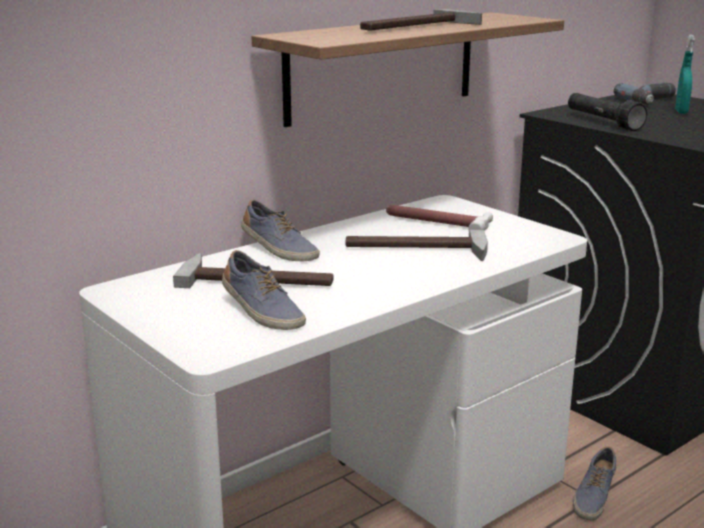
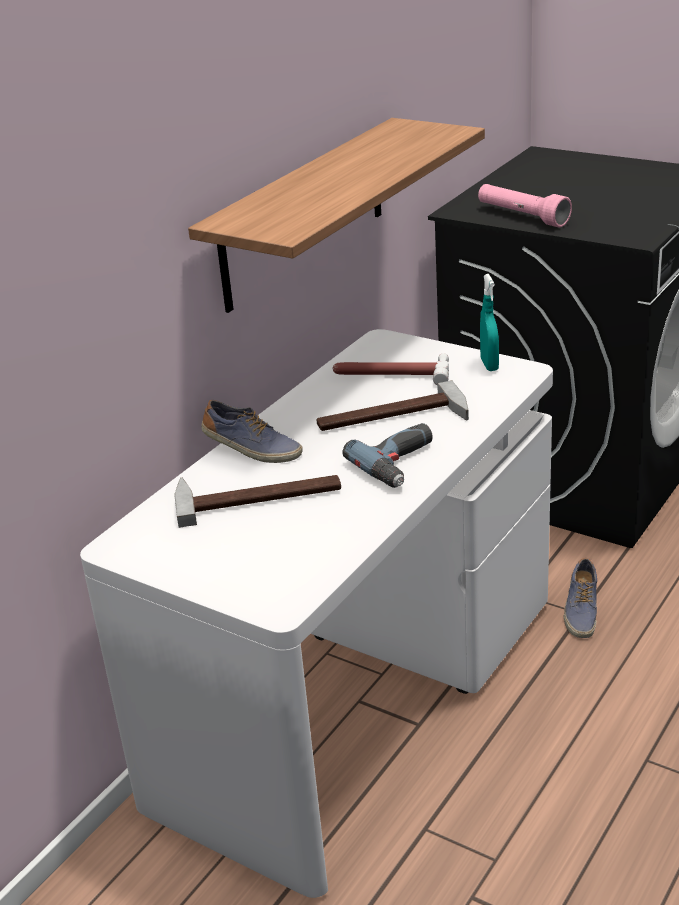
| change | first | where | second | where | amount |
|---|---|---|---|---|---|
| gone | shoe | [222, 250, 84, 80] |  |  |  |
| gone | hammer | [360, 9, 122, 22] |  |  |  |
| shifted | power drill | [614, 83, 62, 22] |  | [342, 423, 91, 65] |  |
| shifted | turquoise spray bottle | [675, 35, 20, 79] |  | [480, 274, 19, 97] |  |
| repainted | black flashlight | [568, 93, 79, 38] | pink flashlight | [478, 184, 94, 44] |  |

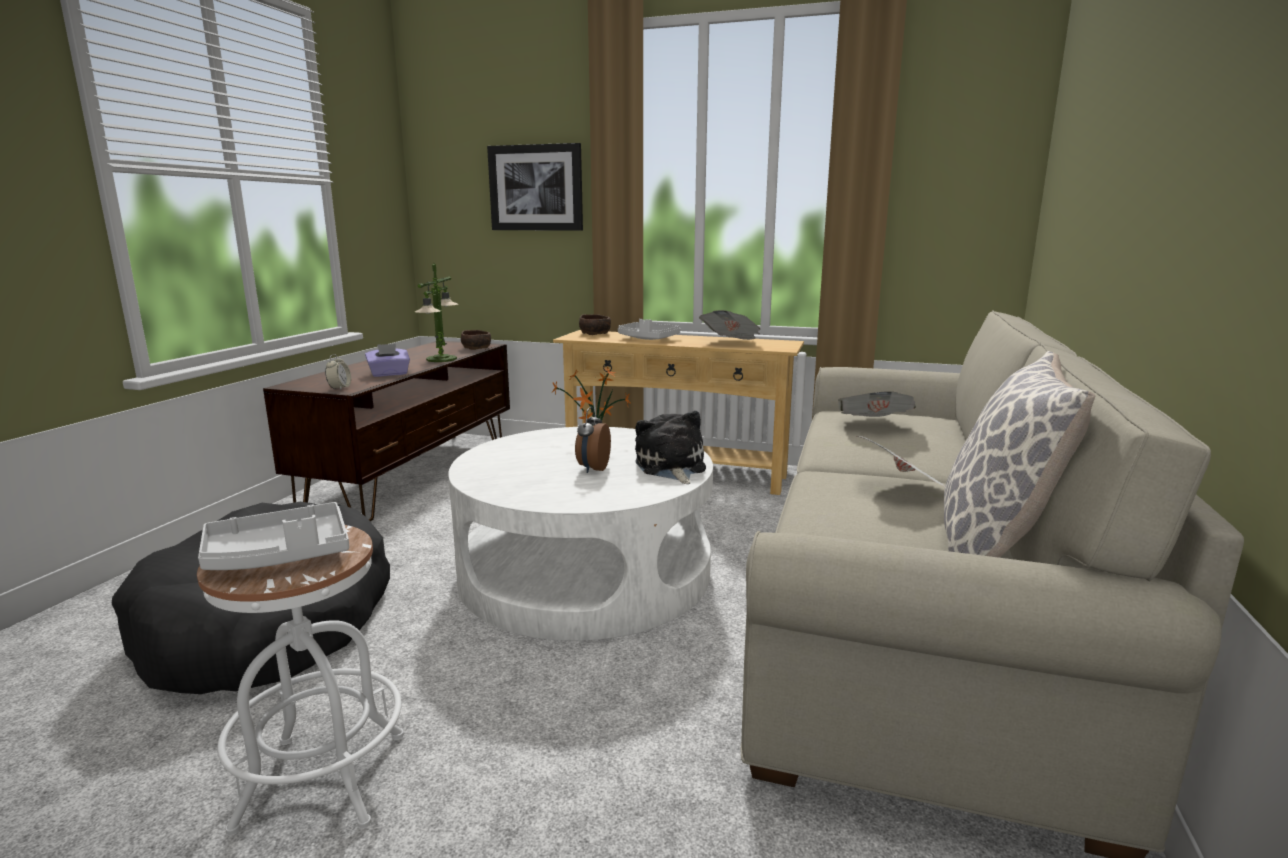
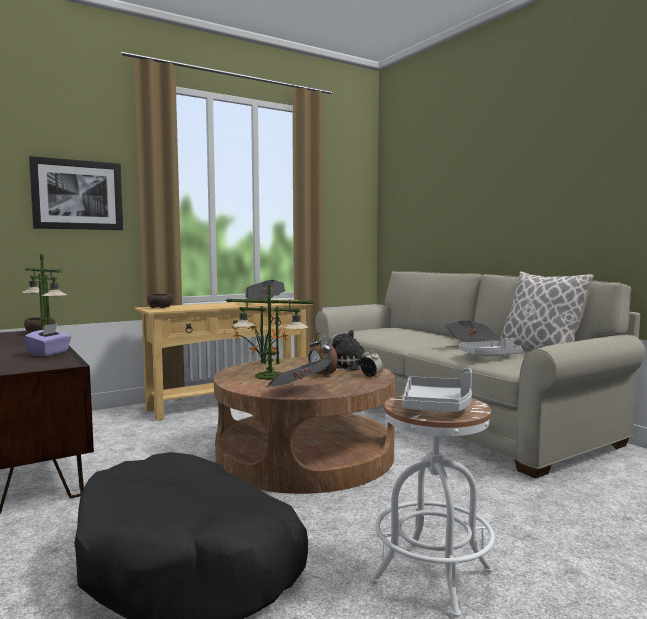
| change | first | where | second | where | amount |
|---|---|---|---|---|---|
| new |  |  | table lamp | [226, 283, 89, 97] |  |
| shifted | alarm clock | [325, 354, 26, 36] |  | [360, 349, 23, 28] |  |
| shifted | grey tray | [618, 319, 62, 21] |  | [459, 338, 63, 19] |  |
| shifted | newspaper | [838, 391, 78, 26] |  | [266, 358, 66, 29] |  |
| repainted | white coffee table | [448, 427, 265, 214] | brown coffee table | [214, 357, 181, 137] |  |

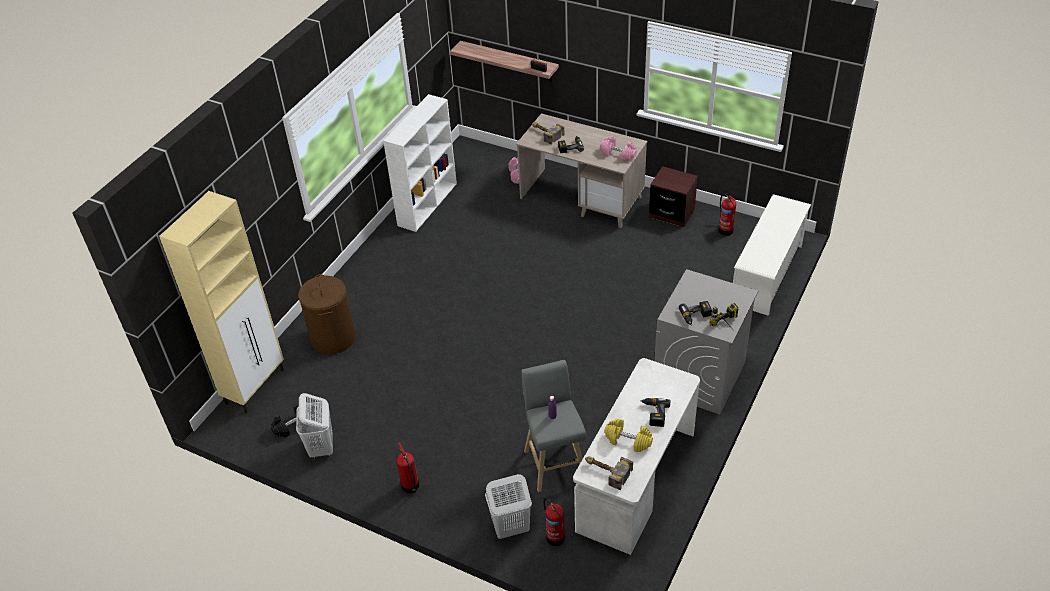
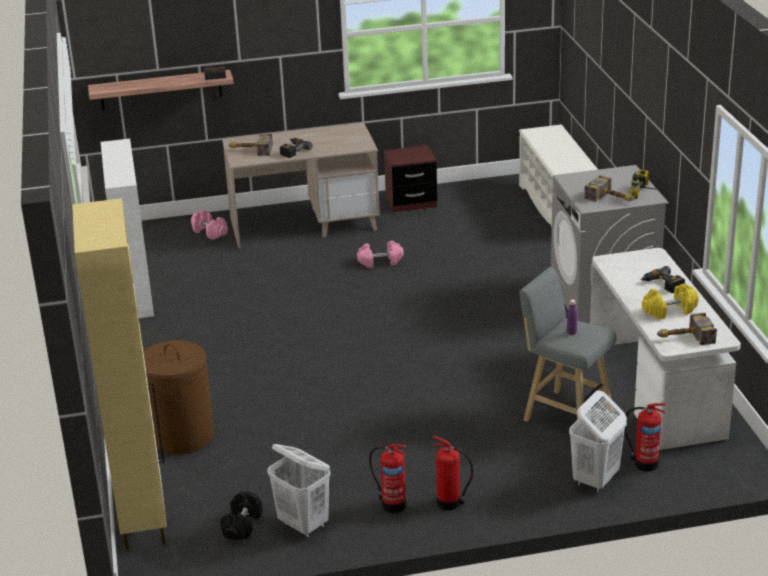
| change | first | where | second | where | amount |
|---|---|---|---|---|---|
| shifted | pink dumbbell | [600, 136, 37, 26] |  | [357, 241, 47, 27] |  |
| shifted | fire extinguisher | [719, 194, 17, 42] |  | [369, 444, 37, 69] |  |
| swapped | power drill | [679, 301, 33, 25] | hammer | [584, 175, 51, 27] |  |

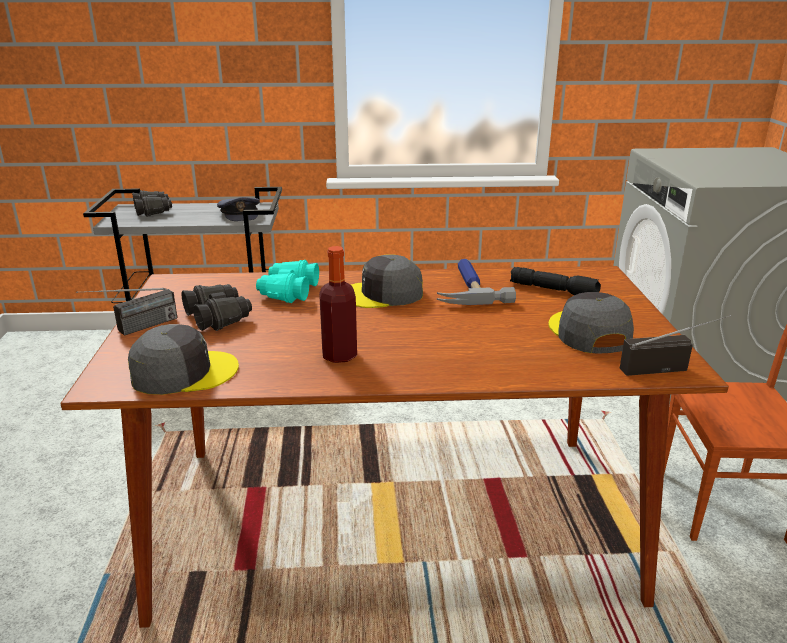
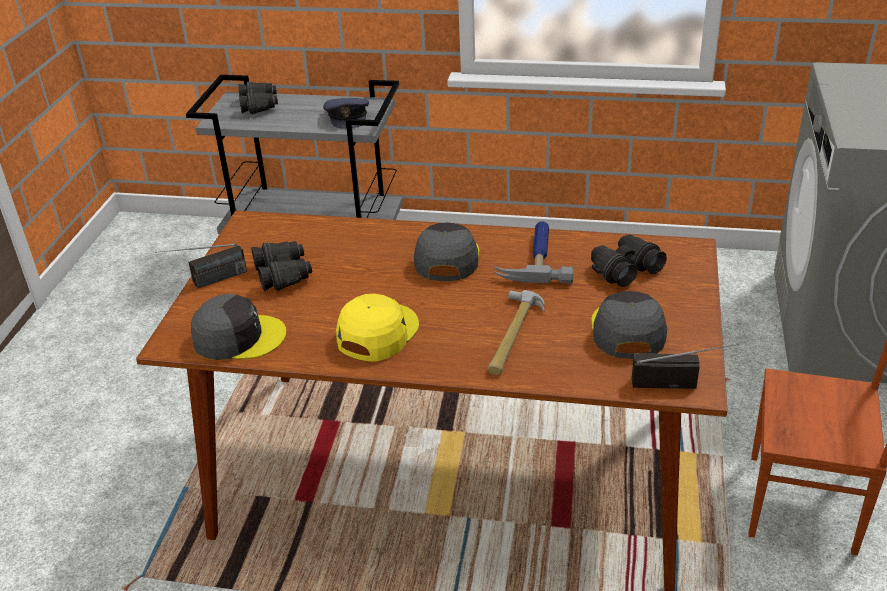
| change | first | where | second | where | amount |
|---|---|---|---|---|---|
| gone | turquoise binoculars | [256, 260, 63, 43] |  |  |  |
| new |  |  | hammer | [488, 290, 57, 85] |  |
| swapped | bottle | [319, 246, 38, 117] | yellow cap | [336, 294, 83, 68] |  |
| swapped | black flashlight | [510, 267, 91, 28] | black binoculars | [591, 234, 76, 53] |  |
| rotated | grey cap | [351, 254, 72, 54] |  | [414, 222, 65, 59] | 90 degrees clockwise |

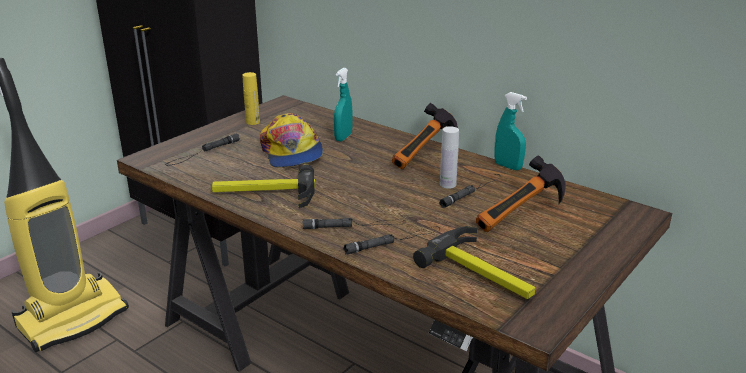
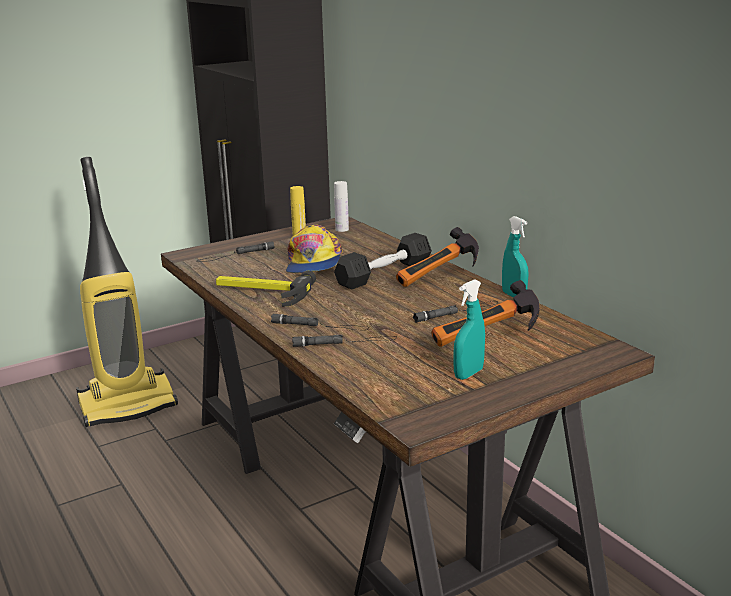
| change | first | where | second | where | amount |
|---|---|---|---|---|---|
| gone | hammer | [413, 226, 123, 73] |  |  |  |
| new |  |  | black dumbbell | [334, 233, 98, 56] |  |
| shifted | turquoise spray bottle | [334, 68, 19, 73] |  | [453, 279, 32, 101] |  |
| shifted | white bottle | [440, 126, 19, 63] |  | [334, 181, 15, 51] |  |

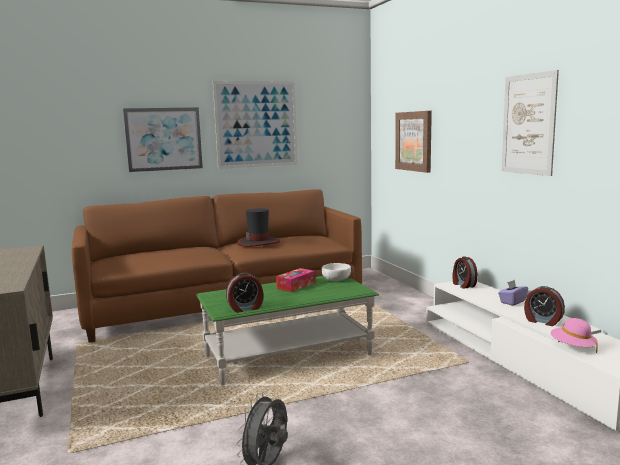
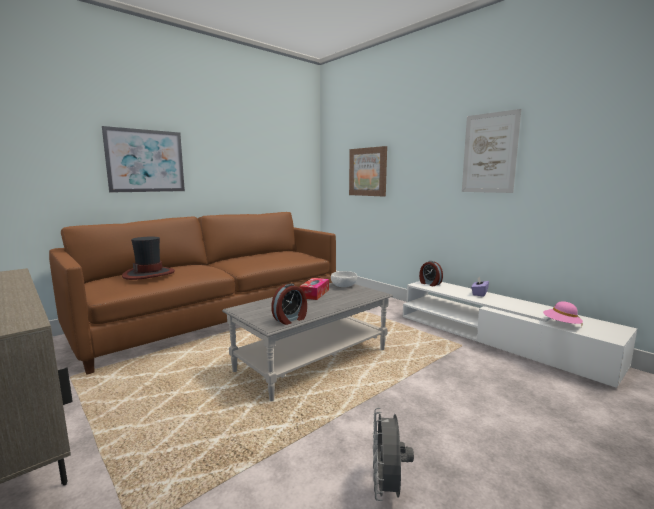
| change | first | where | second | where | amount |
|---|---|---|---|---|---|
| gone | picture | [213, 81, 85, 88] |  |  |  |
| gone | alarm clock | [524, 286, 41, 40] |  |  |  |
| shifted | hat | [237, 208, 43, 39] |  | [122, 236, 53, 44] |  |
| repainted | green coffee table | [196, 276, 183, 109] | grey coffee table | [222, 283, 171, 118] |  |

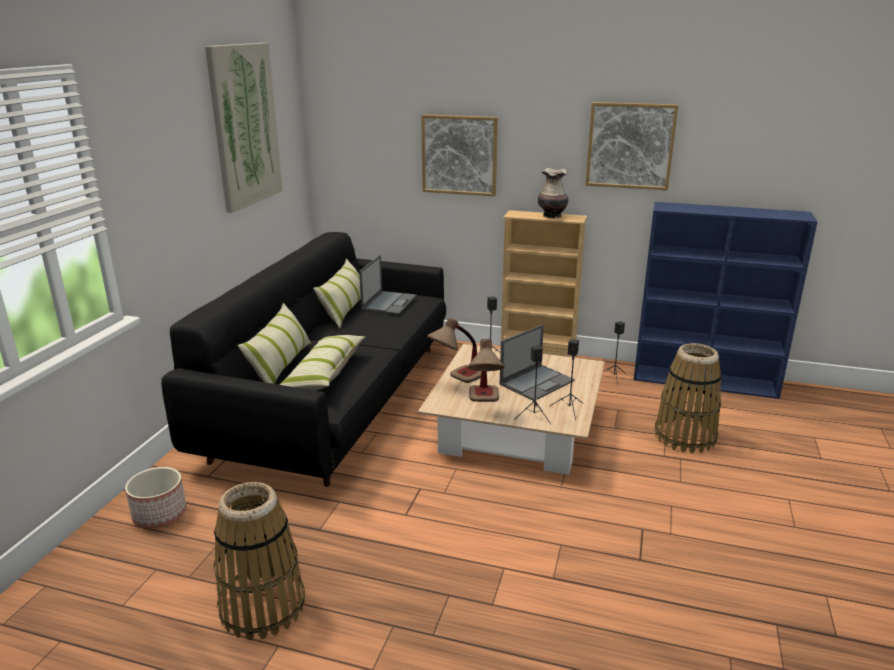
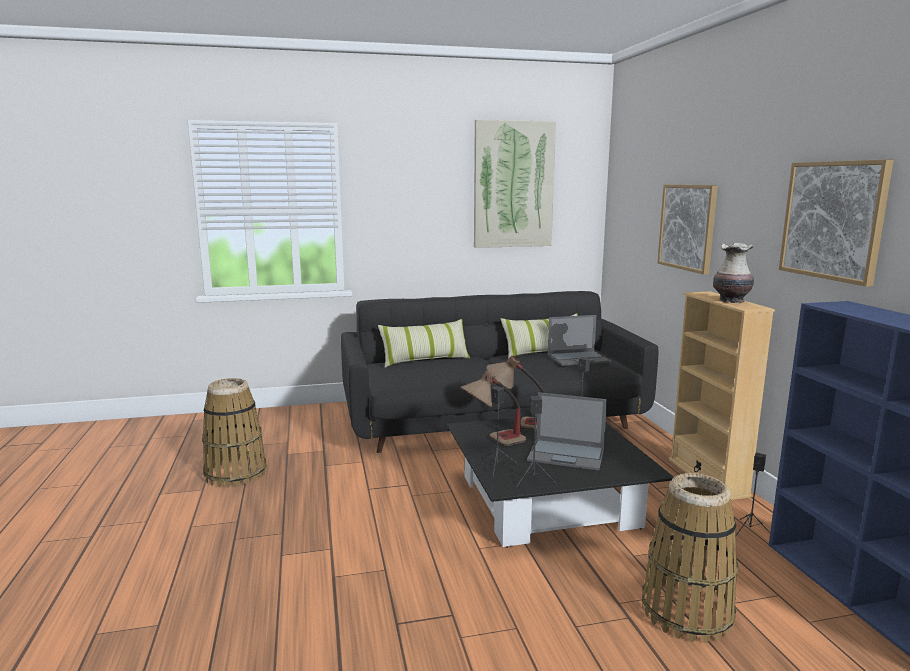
| change | first | where | second | where | amount |
|---|---|---|---|---|---|
| gone | planter | [125, 467, 62, 61] |  |  |  |
| gone | pillow | [279, 335, 87, 55] |  |  |  |
| repainted | beige coffee table | [418, 344, 187, 131] | black coffee table | [447, 416, 227, 132] |  |

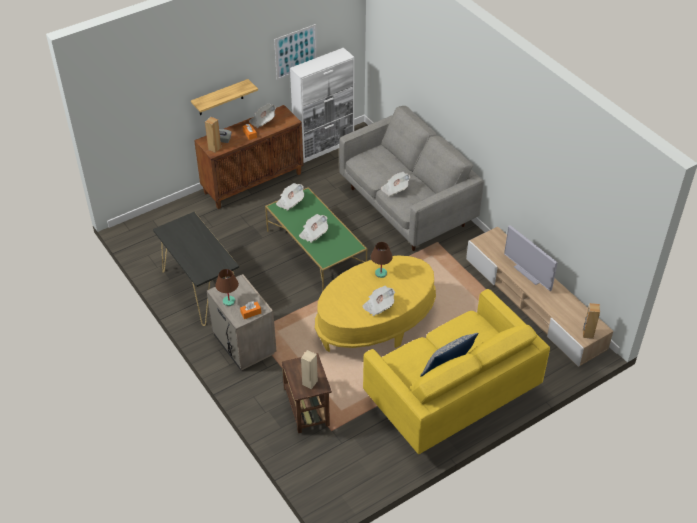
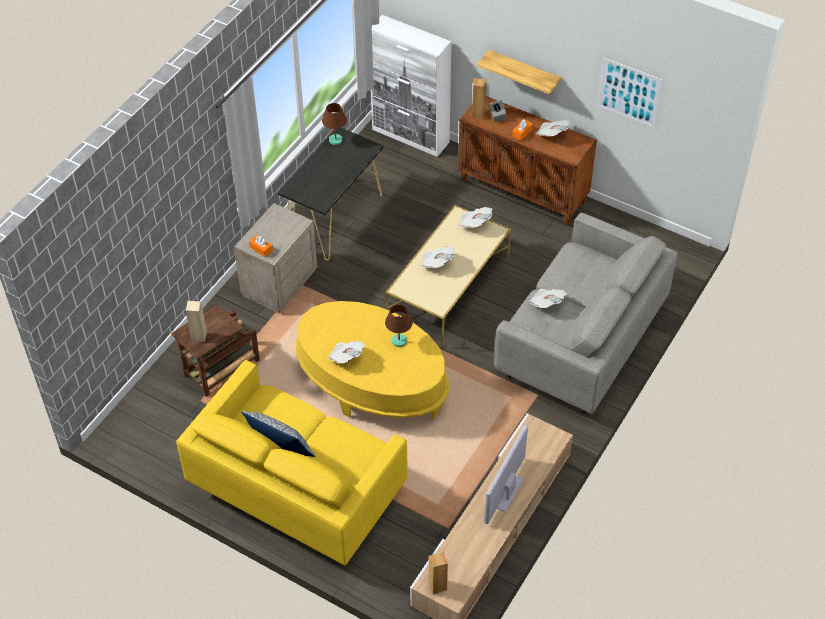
| change | first | where | second | where | amount |
|---|---|---|---|---|---|
| shifted | brown table lamp | [215, 269, 24, 37] |  | [322, 103, 25, 42] |  |
| shifted | white cabinet | [290, 48, 65, 115] |  | [371, 15, 81, 142] |  |
| repainted | green coffee table | [265, 187, 103, 105] | beige coffee table | [386, 205, 125, 142] |  |

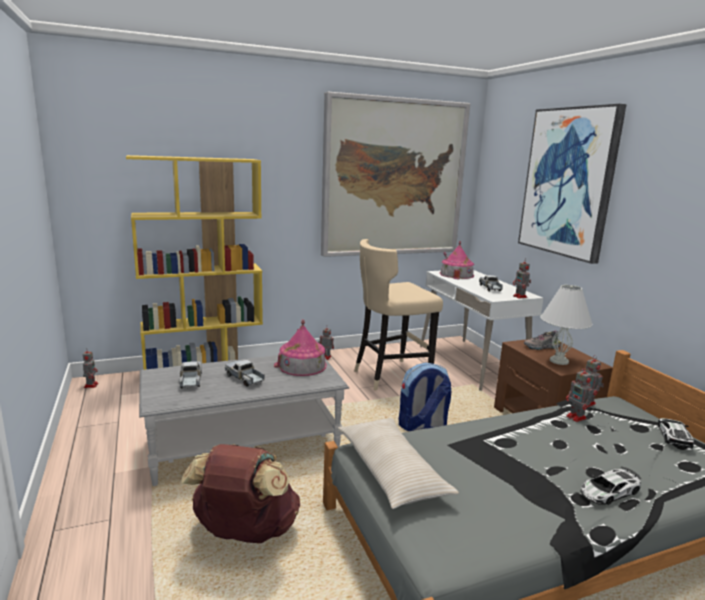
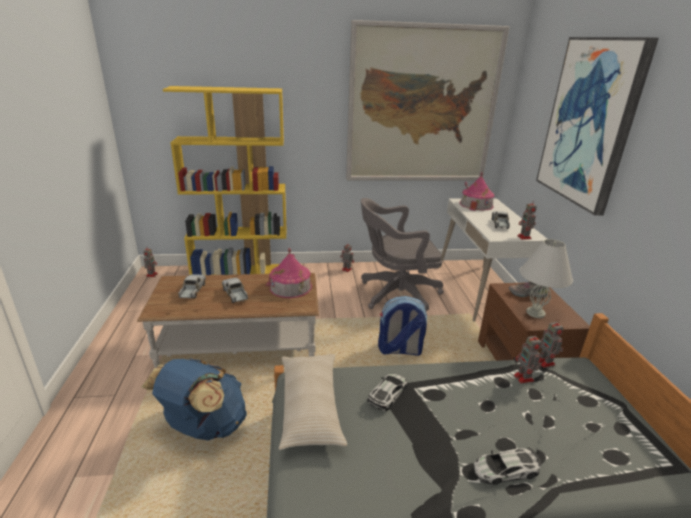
| change | first | where | second | where | amount |
|---|---|---|---|---|---|
| shifted | toy car | [658, 418, 36, 30] |  | [367, 374, 40, 37] |  |
| swapped | beige stool | [354, 239, 89, 152] | grey office chair | [361, 198, 83, 114] |  |
| repainted | grey coffee table | [139, 355, 210, 131] | brown coffee table | [137, 273, 182, 95] |  |
| repainted | brown backpack | [181, 444, 119, 99] | blue backpack | [142, 358, 105, 83] |  |

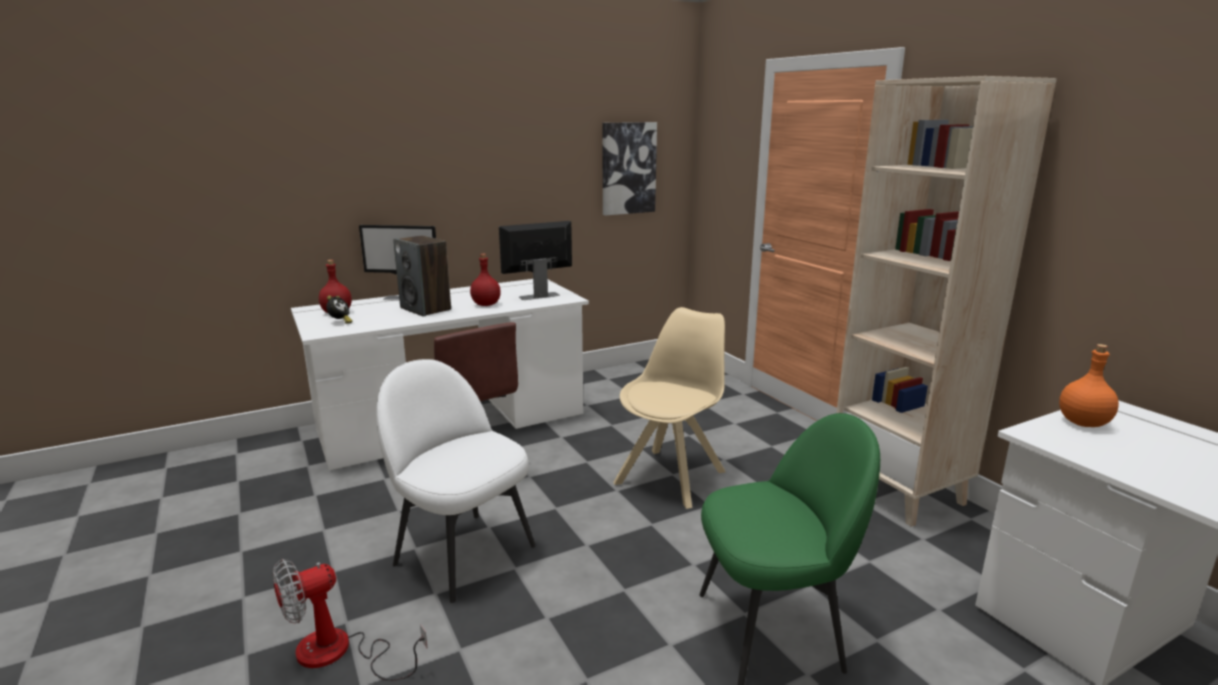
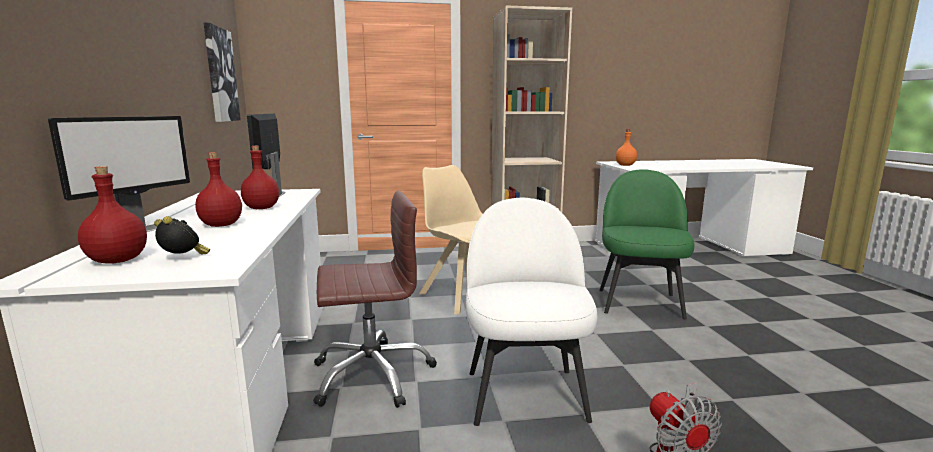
| change | first | where | second | where | amount |
|---|---|---|---|---|---|
| swapped | speaker | [393, 236, 58, 81] | red bottle | [195, 152, 47, 75] |  |
| rotated | white chair | [376, 359, 160, 244] |  | [465, 198, 132, 228] | 120 degrees clockwise |

